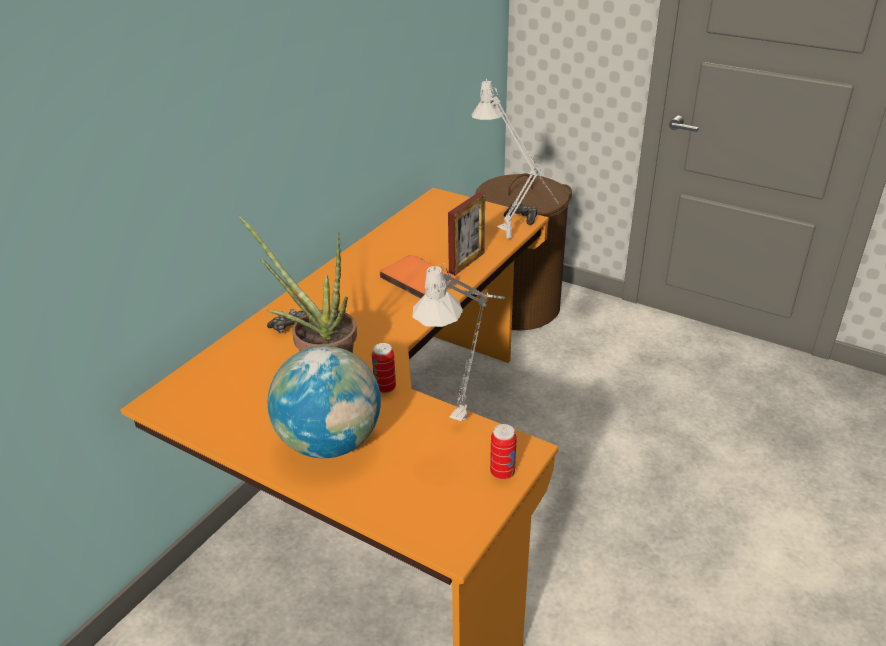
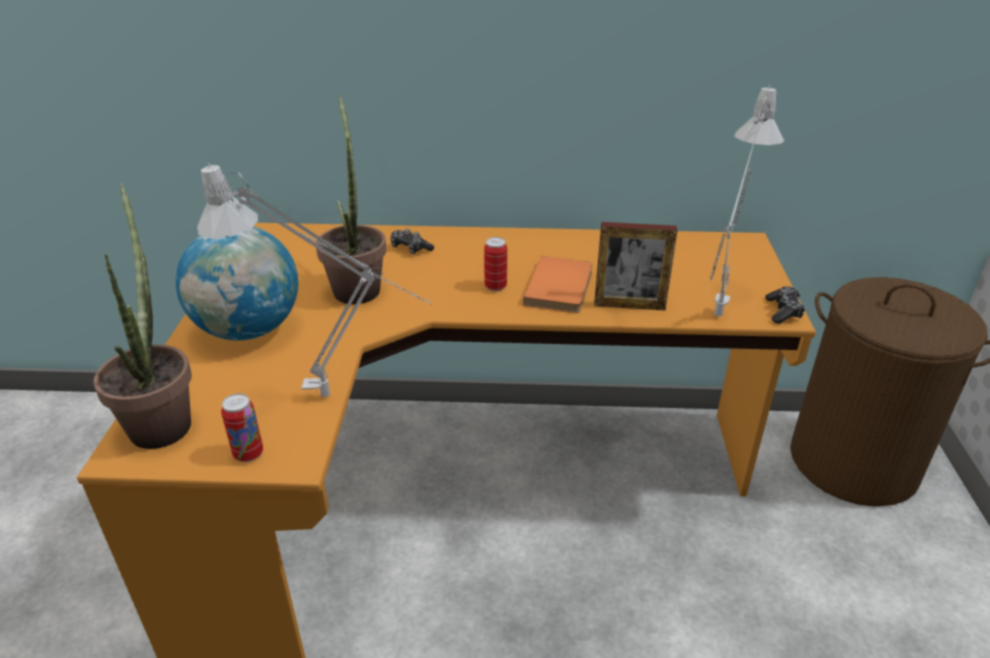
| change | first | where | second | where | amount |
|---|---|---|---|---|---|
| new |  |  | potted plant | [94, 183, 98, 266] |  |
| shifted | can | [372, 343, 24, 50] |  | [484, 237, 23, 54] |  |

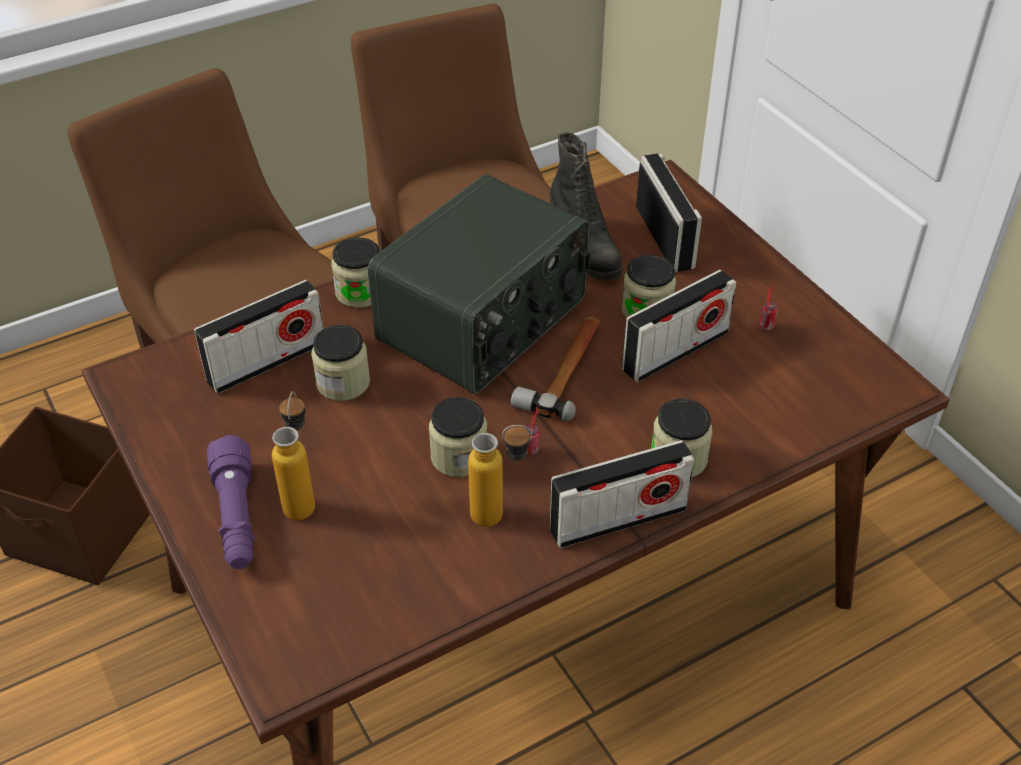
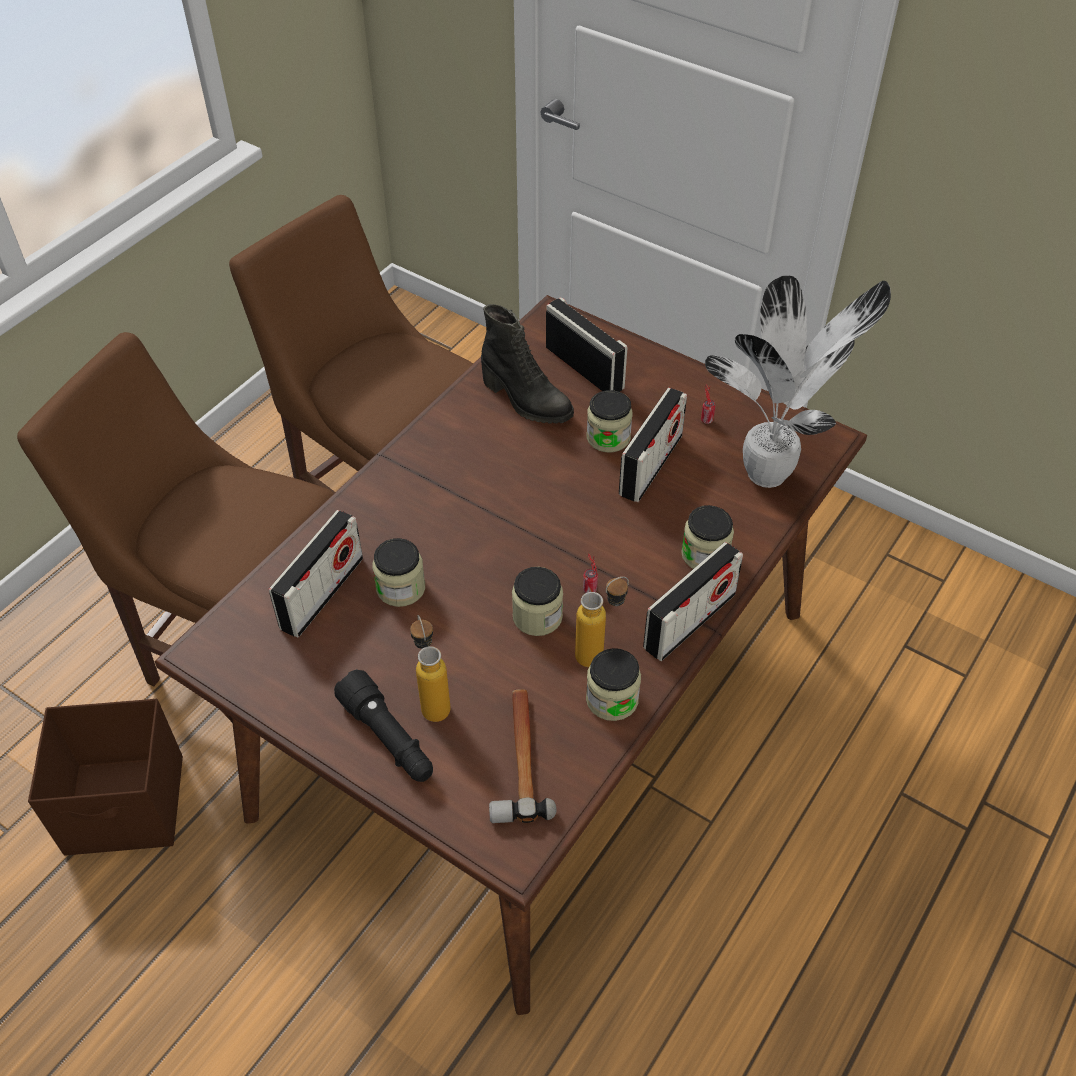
| change | first | where | second | where | amount |
|---|---|---|---|---|---|
| gone | radio | [368, 174, 222, 220] |  |  |  |
| new |  |  | potted plant | [705, 276, 186, 212] |  |
| shifted | jar | [332, 237, 47, 71] |  | [586, 648, 55, 73] |  |
| shifted | hammer | [511, 317, 88, 104] |  | [489, 689, 68, 134] |  |
| repainted | purple flashlight | [207, 435, 48, 134] | black flashlight | [334, 669, 99, 113] |  |

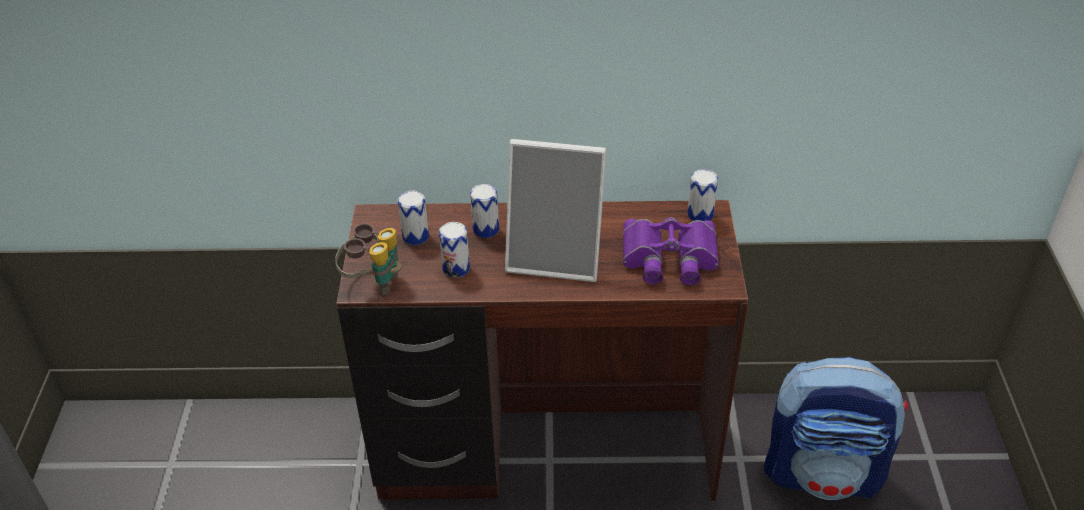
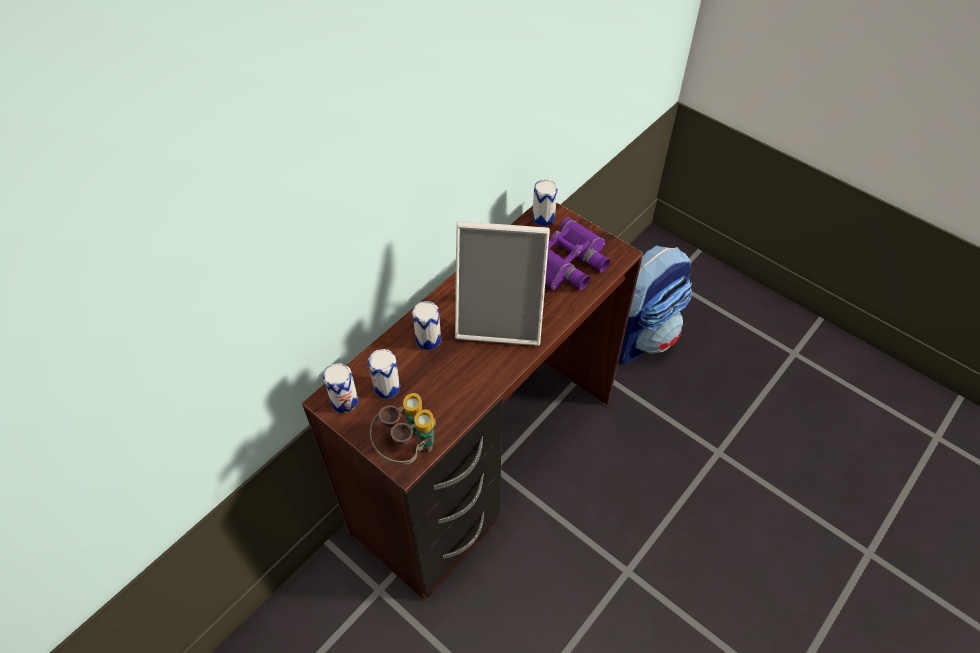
| change | first | where | second | where | amount |
|---|---|---|---|---|---|
| shifted | can | [439, 222, 31, 56] |  | [323, 363, 35, 50] |  |
| rotated | picture frame | [505, 139, 101, 143] |  | [455, 221, 95, 125] | 45 degrees clockwise |

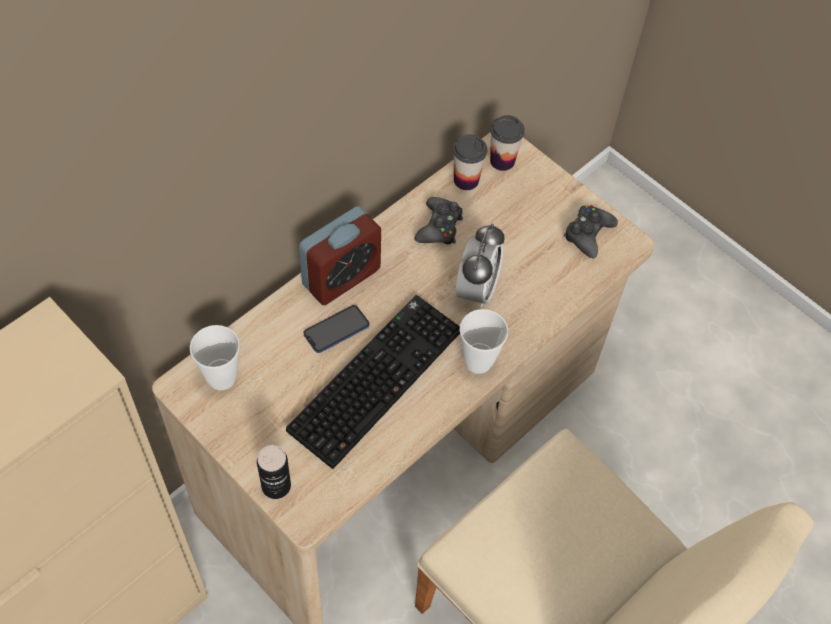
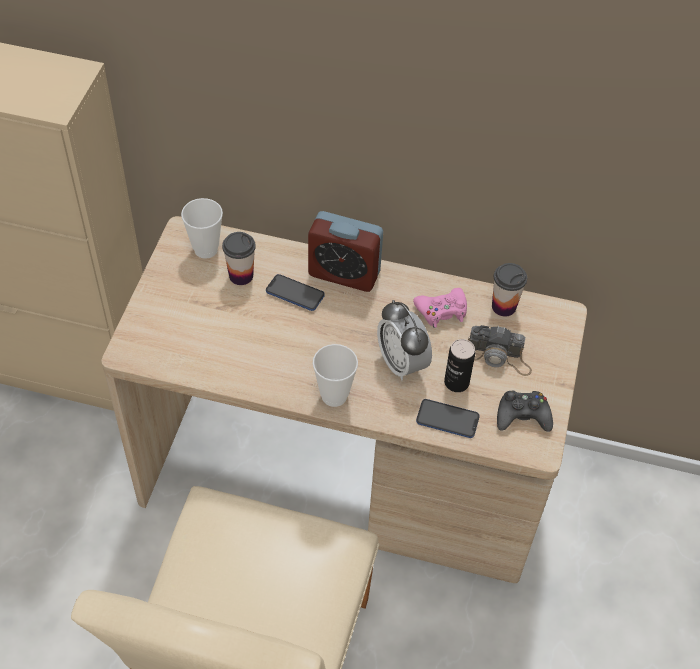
| change | first | where | second | where | amount |
|---|---|---|---|---|---|
| gone | keyboard | [286, 295, 174, 174] |  |  |  |
| new |  |  | phone | [416, 399, 64, 39] |  |
| new |  |  | photo camera | [468, 325, 64, 51] |  |
| shifted | can | [257, 445, 34, 54] |  | [444, 339, 31, 53] |  |
| shifted | cup | [490, 115, 35, 56] |  | [222, 232, 34, 53] |  |
| repainted | black game controller | [415, 197, 48, 48] | pink game controller | [413, 288, 54, 40] |  |
| rotated | alarm clock | [456, 223, 49, 85] |  | [377, 300, 55, 80] | 75 degrees clockwise |

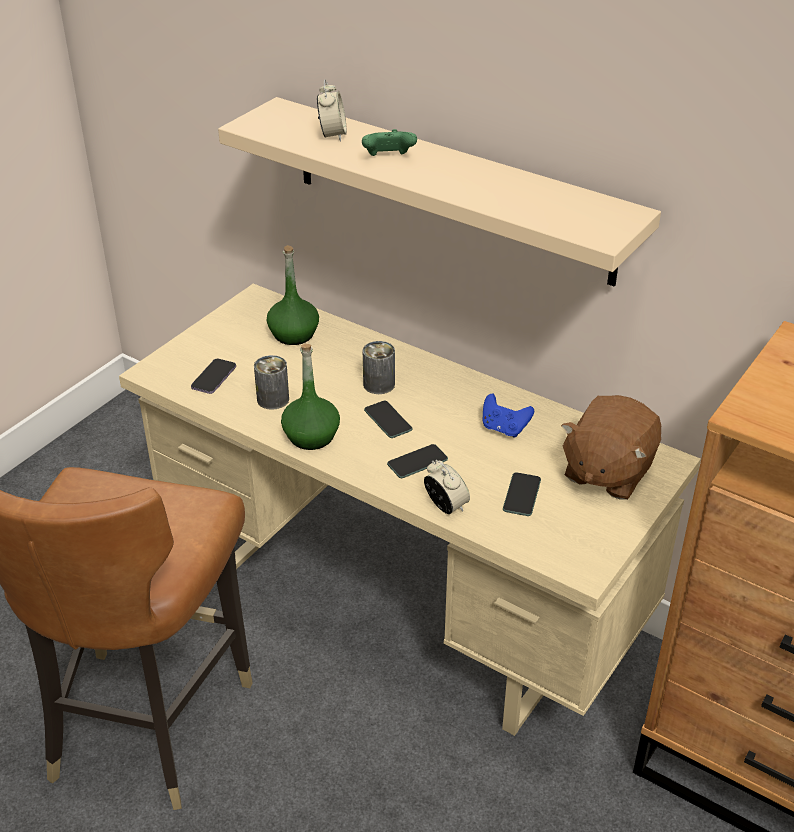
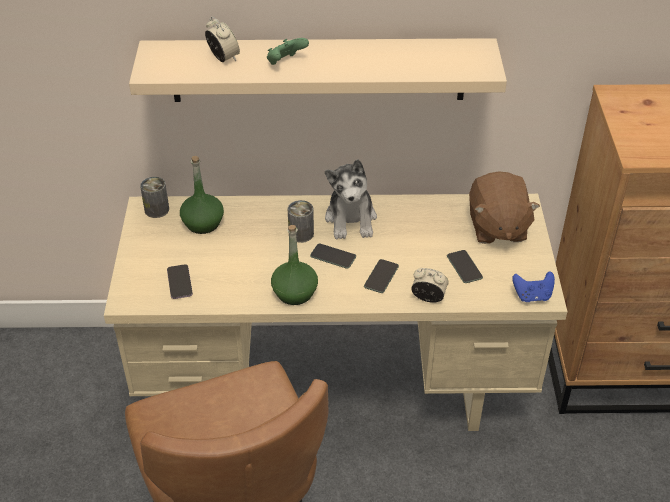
| change | first | where | second | where | amount |
|---|---|---|---|---|---|
| new |  |  | plush toy | [325, 159, 52, 80] |  |
| shifted | can | [254, 355, 35, 55] |  | [140, 177, 29, 41] |  |
| shifted | blue game controller | [483, 393, 51, 45] |  | [512, 271, 43, 31] |  |

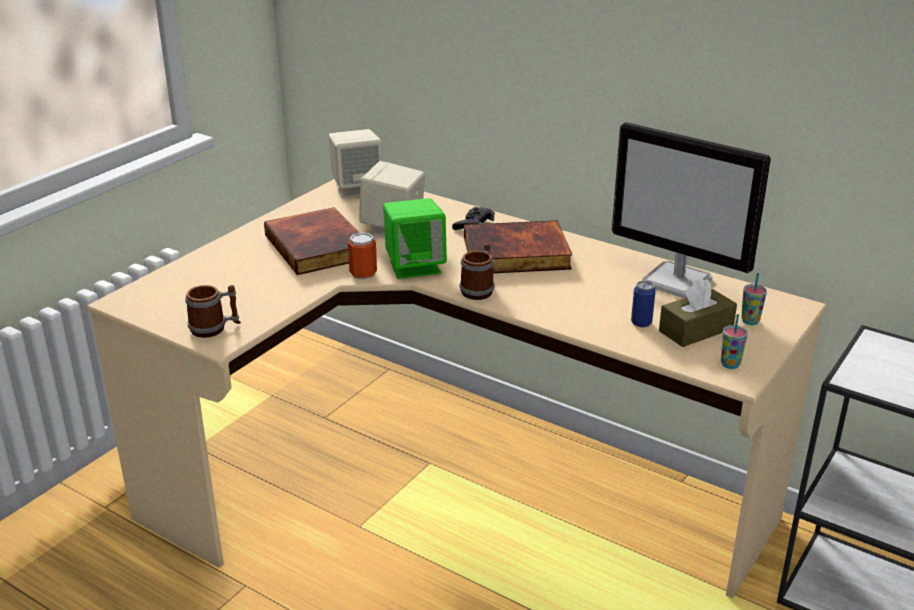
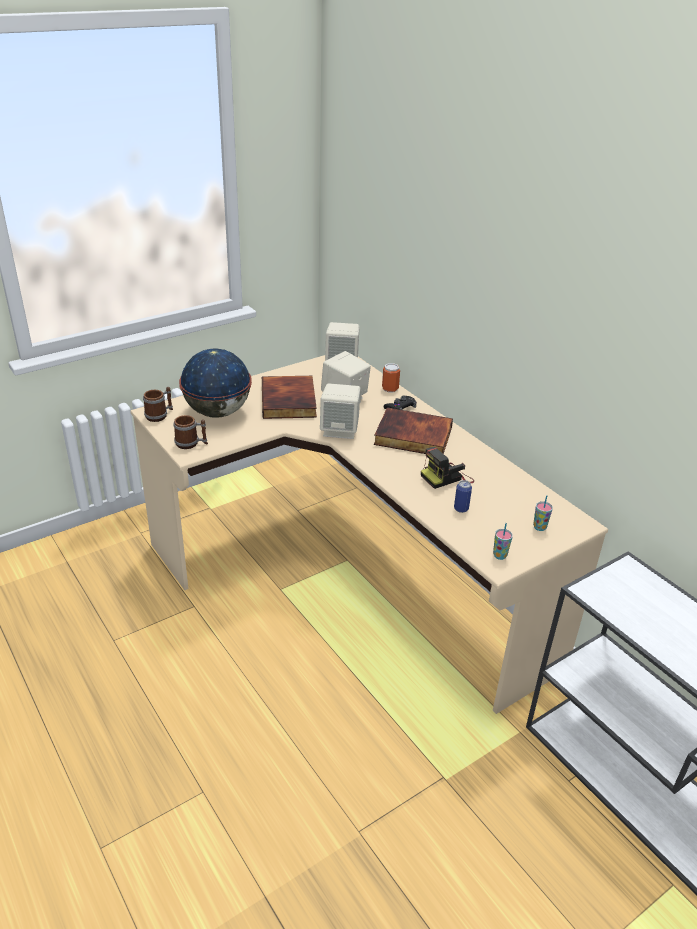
| change | first | where | second | where | amount |
|---|---|---|---|---|---|
| gone | monitor | [612, 122, 159, 176] |  |  |  |
| gone | brown tissue box | [659, 277, 78, 70] |  |  |  |
| new |  |  | globe | [179, 349, 73, 69] |  |
| new |  |  | photo camera | [421, 447, 53, 42] |  |
| shifted | can | [348, 232, 29, 48] |  | [382, 363, 18, 30] |  |
| shifted | mug | [460, 243, 34, 57] |  | [143, 387, 30, 35] |  |
| repainted | green speaker | [383, 198, 64, 81] | beige speaker | [320, 383, 41, 56] |  |

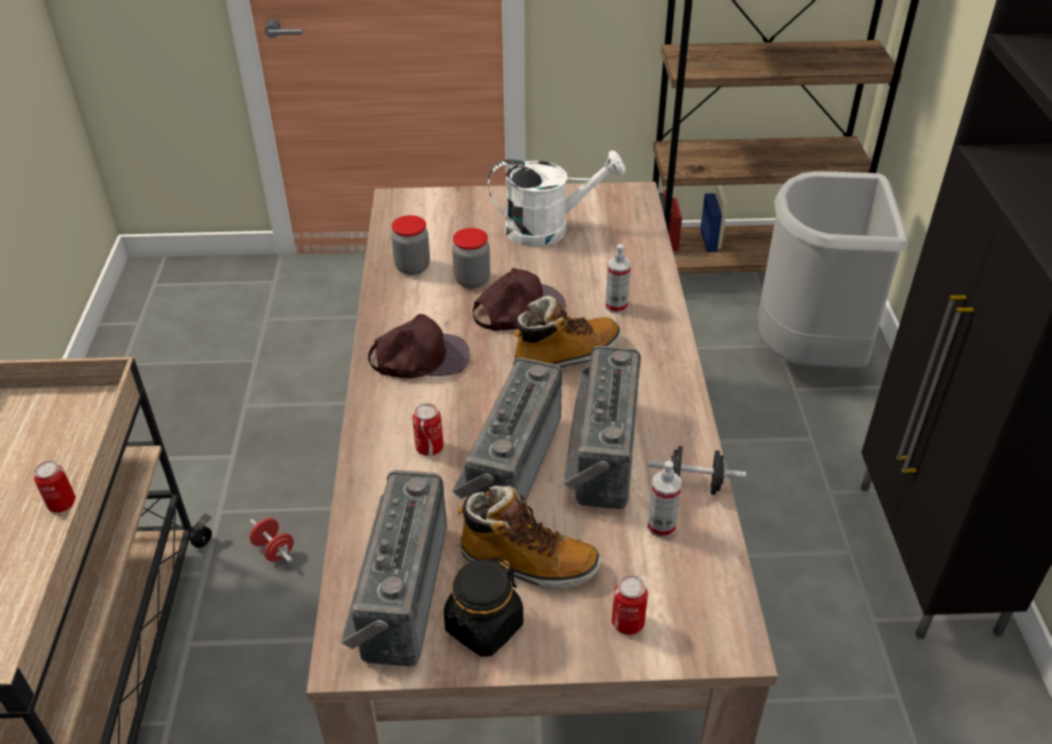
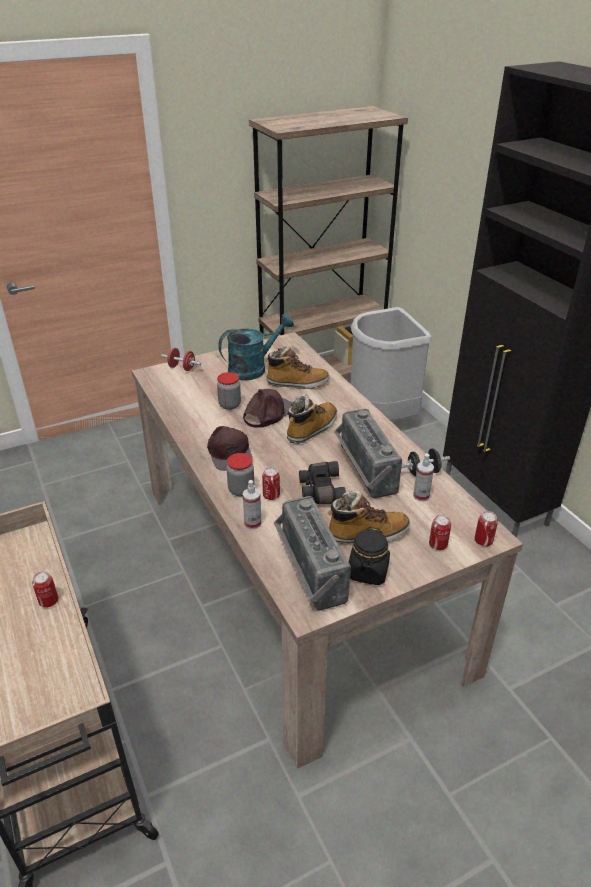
| change | first | where | second | where | amount |
|---|---|---|---|---|---|
| new |  |  | boot | [265, 345, 64, 44] |  |
| new |  |  | can | [475, 511, 23, 35] |  |
| shifted | red dumbbell | [249, 518, 45, 44] |  | [161, 348, 40, 23] |  |
| shifted | jar | [391, 215, 39, 60] |  | [226, 453, 28, 44] |  |
| shifted | spray bottle | [605, 244, 26, 70] |  | [243, 480, 18, 49] |  |
| swapped | radio | [452, 358, 110, 145] | black binoculars | [299, 461, 47, 43] |  |
| repainted | white watering can | [488, 150, 137, 97] | turquoise watering can | [218, 314, 76, 67] |  |
| rotated | brown cap | [368, 314, 102, 64] |  | [207, 426, 45, 45] | 105 degrees clockwise |

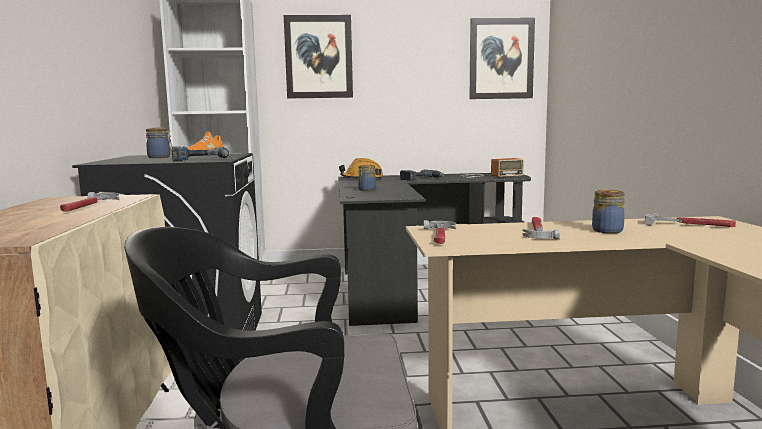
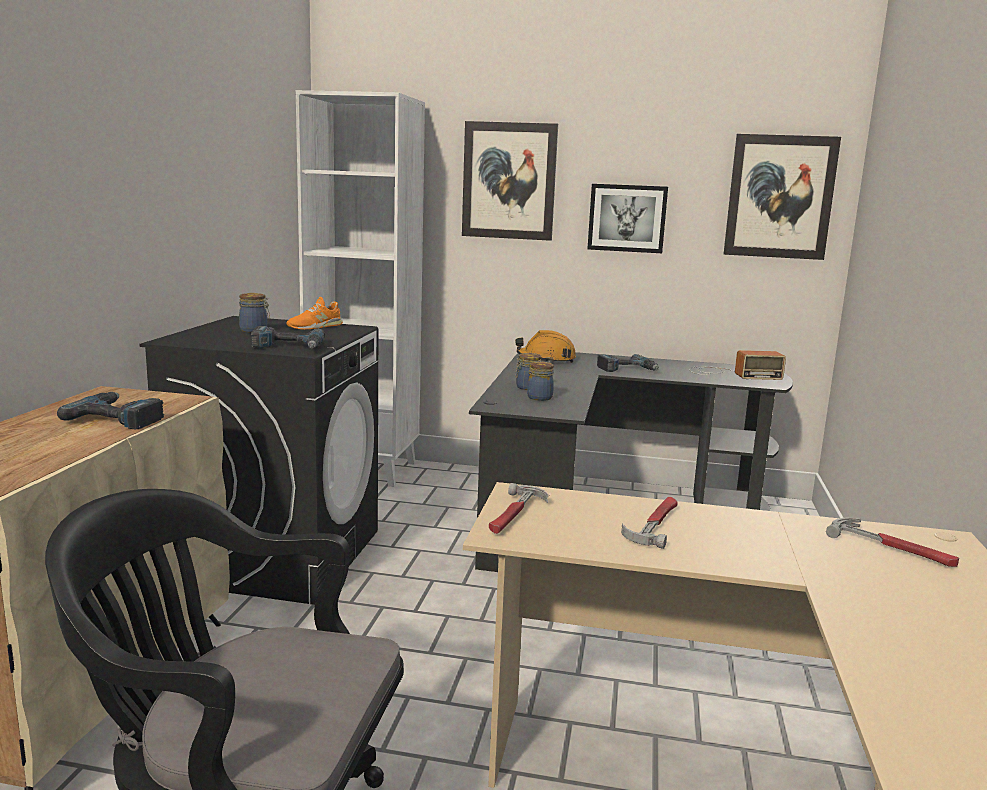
| change | first | where | second | where | amount |
|---|---|---|---|---|---|
| new |  |  | picture | [587, 184, 81, 69] |  |
| shifted | jar | [592, 189, 33, 45] |  | [527, 361, 27, 40] |  |
| swapped | hammer | [60, 192, 59, 20] | power drill | [57, 392, 107, 37] |  |

